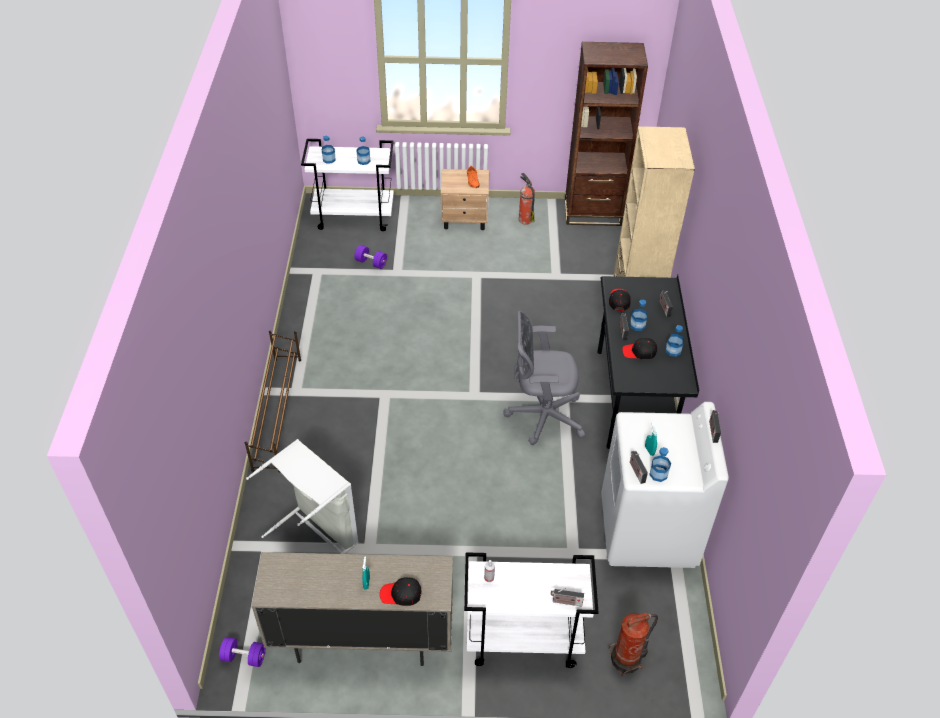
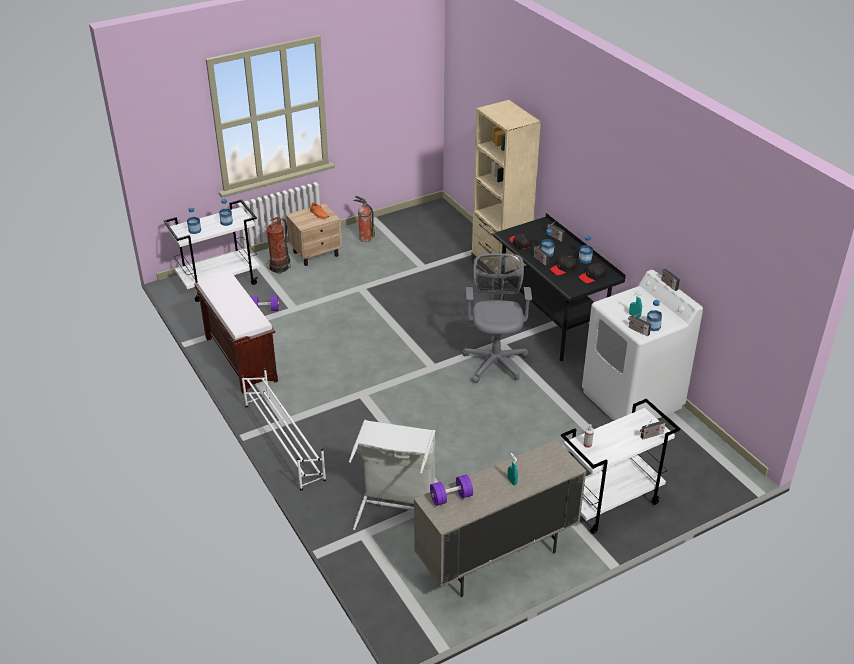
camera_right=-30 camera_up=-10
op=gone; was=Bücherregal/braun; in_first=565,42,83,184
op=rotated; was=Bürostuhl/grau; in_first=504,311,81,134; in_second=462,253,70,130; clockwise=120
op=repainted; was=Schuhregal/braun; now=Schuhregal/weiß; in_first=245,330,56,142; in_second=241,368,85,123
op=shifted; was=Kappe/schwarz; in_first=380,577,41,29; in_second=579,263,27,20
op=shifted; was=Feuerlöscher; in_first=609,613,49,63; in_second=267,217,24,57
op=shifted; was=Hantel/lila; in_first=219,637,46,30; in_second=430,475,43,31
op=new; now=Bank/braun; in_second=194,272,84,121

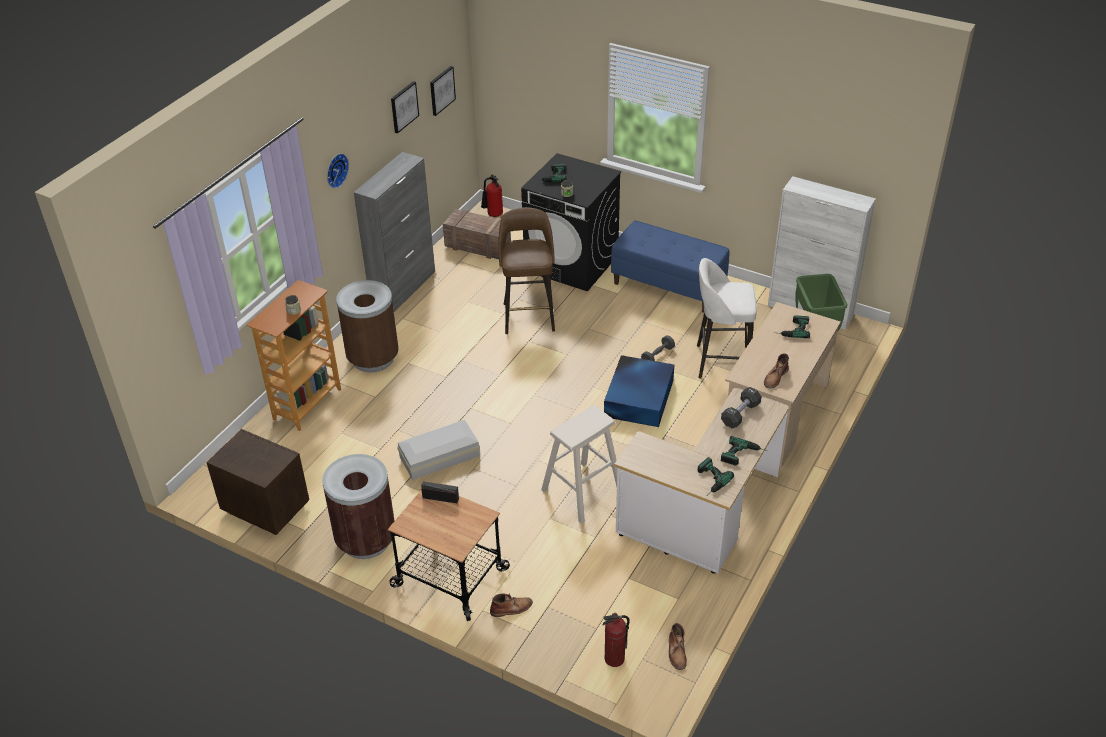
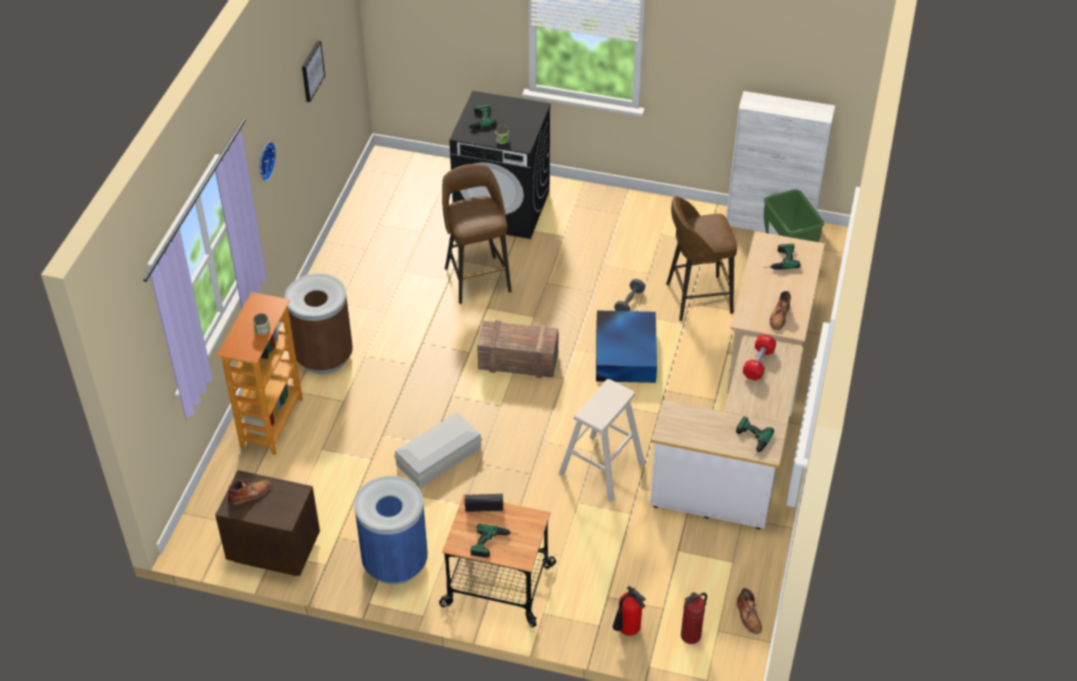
camera_right=-15 camera_up=5
op=gone; was=Bild; in_first=430,66,26,50
op=gone; was=Schrank/grau; in_first=354,152,81,160
op=shifted; was=Feuerlöscher; in_first=481,174,22,43; in_second=613,586,33,50
op=shifted; was=Kiste; in_first=443,209,68,50; in_second=477,320,82,58
op=gone; was=Bank/blau; in_first=611,221,119,92
op=repainted; was=Hocker/weiß; now=Hocker/braun; in_first=697,258,60,121; in_second=666,196,71,125
op=repainted; was=Hantel/schwarz; now=Hantel/rot; in_first=721,387,41,41; in_second=743,334,33,47
op=shifted; was=Bohrmaschine; in_first=721,436,46,29; in_second=470,524,49,34
op=repainted; was=Mülleimer/braun; now=Mülleimer/blau; in_first=322,454,73,105; in_second=354,476,74,109
op=shifted; was=Stiefel/braun; in_first=490,593,43,24; in_second=228,479,43,27

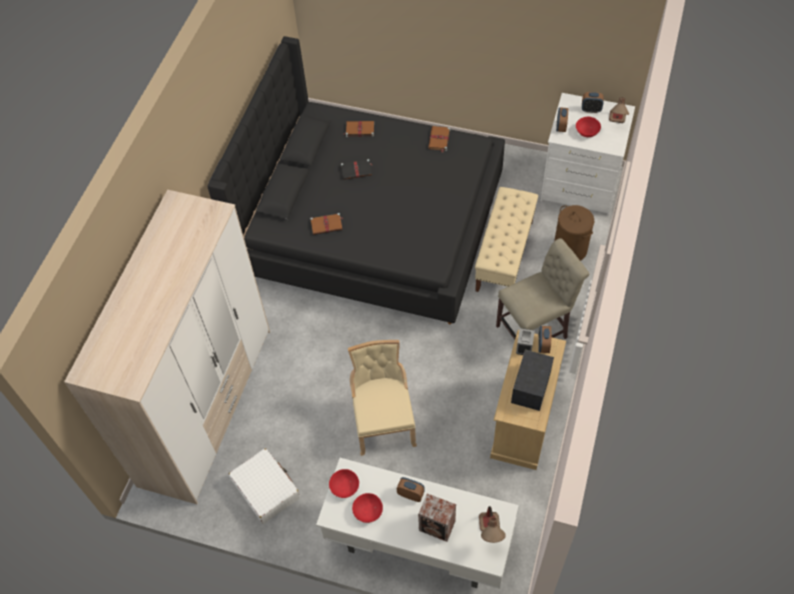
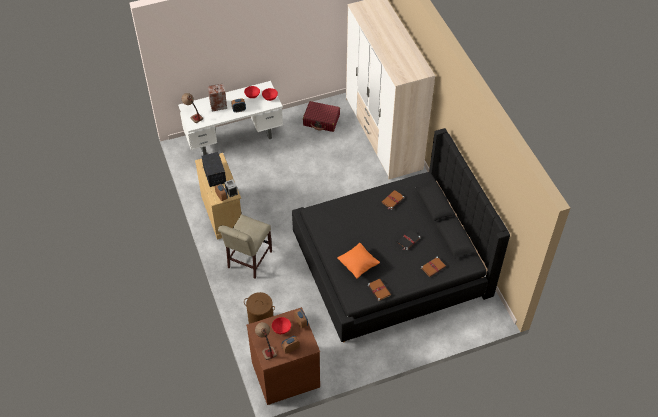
camera_right=140 camera_up=-5
op=repainted; was=Kommode/weiß; now=Kommode/braun; in_first=541,93,94,122; in_second=246,307,74,98
op=gone; was=Bank/beige; in_first=475,187,63,105
op=gone; was=Stuhl/beige; in_first=348,340,69,116
op=repainted; was=Koffer/weiß; now=Koffer/rot; in_first=229,448,71,76; in_second=303,101,37,31
op=new; now=Kissen/orange; in_second=337,243,43,36

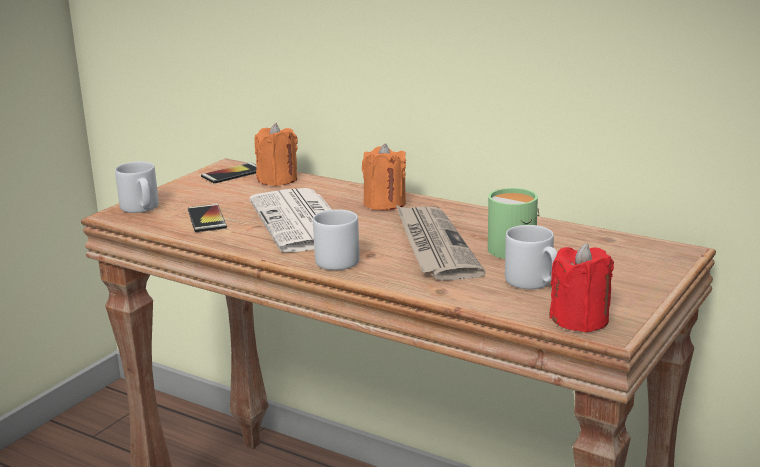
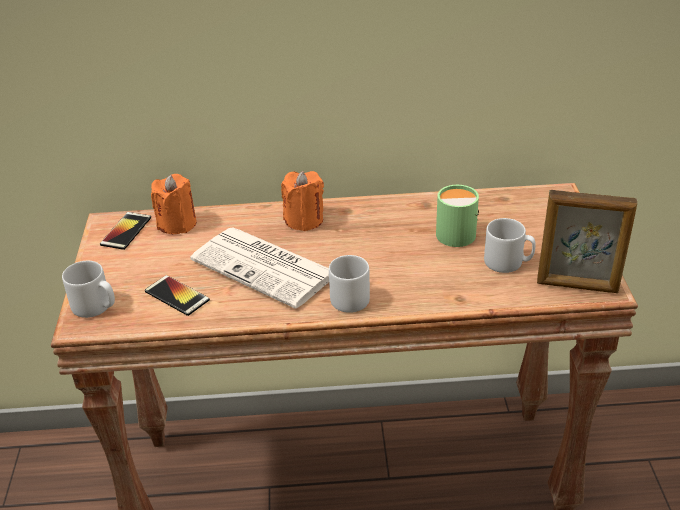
camera_right=-35 camera_up=15
op=gone; was=Zeitung; in_first=396,205,90,75
op=swapped; was=Kerze/rot; now=Bilderrahmen; in_first=549,243,65,90; in_second=537,190,100,103

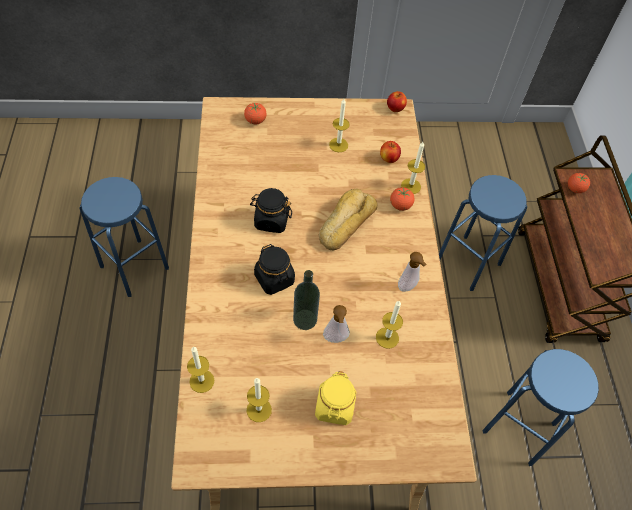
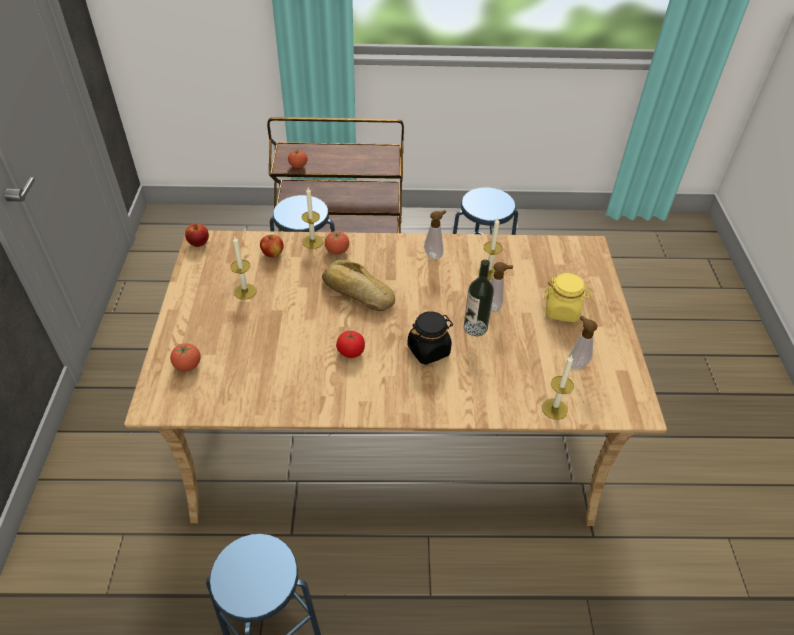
camera_right=-85 camera_up=-10
op=swapped; was=Vorratsglas/schwarz; now=Tomate; in_first=250,188,42,45; in_second=336,331,29,27
op=swapped; was=Kerze; now=Seifenspender; in_first=246,378,26,44; in_second=568,315,30,55

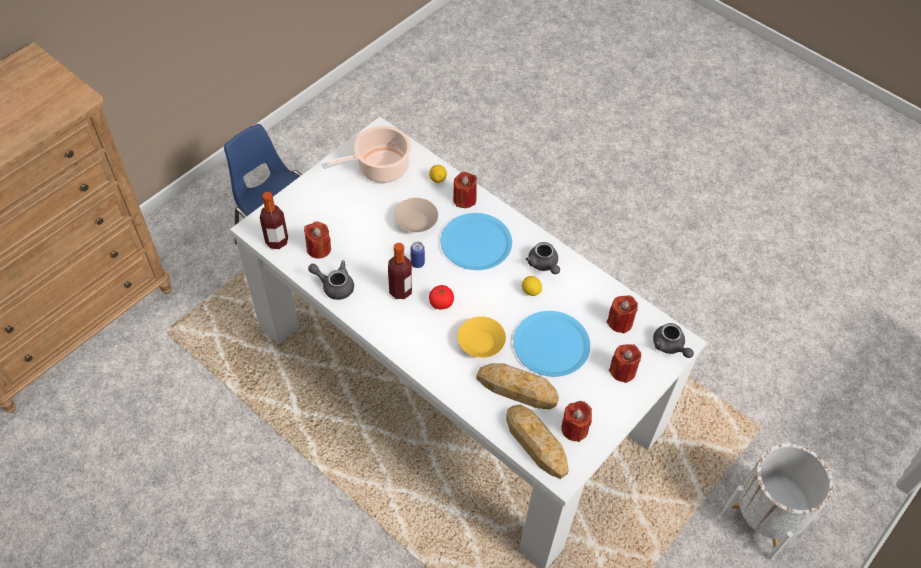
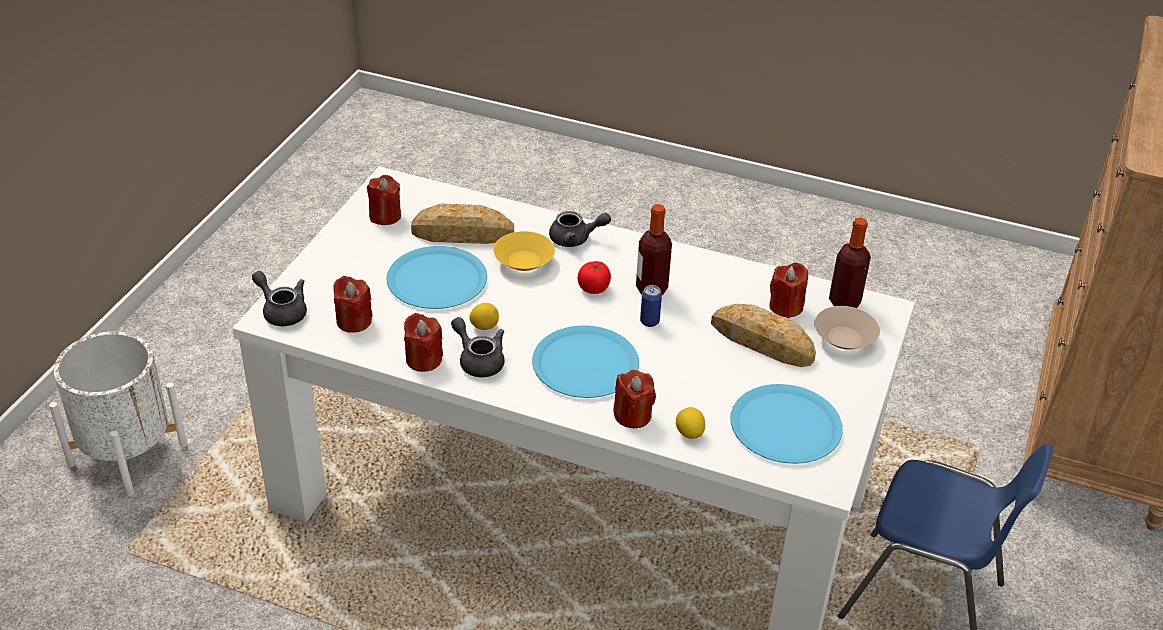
camera_right=160 camera_up=-15
op=swapped; was=Kochtopf; now=Teller/blau; in_first=322,126,89,57; in_second=730,384,113,80
op=shifted; was=Schüssel/beige; in_first=394,198,44,35; in_second=814,306,66,44
op=shifted; was=Teekanne/grau; in_first=308,261,46,39; in_second=549,211,62,36
op=shifted; was=Kerze/rot; in_first=609,344,33,39; in_second=404,313,39,59
op=shifted; was=Brot; in_first=506,405,63,74; in_second=711,304,105,63

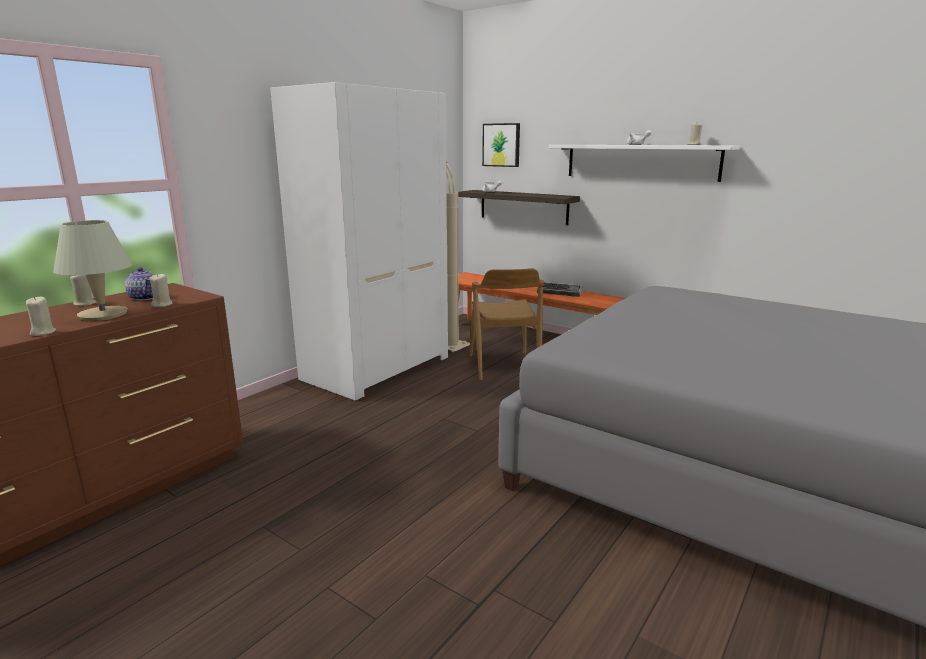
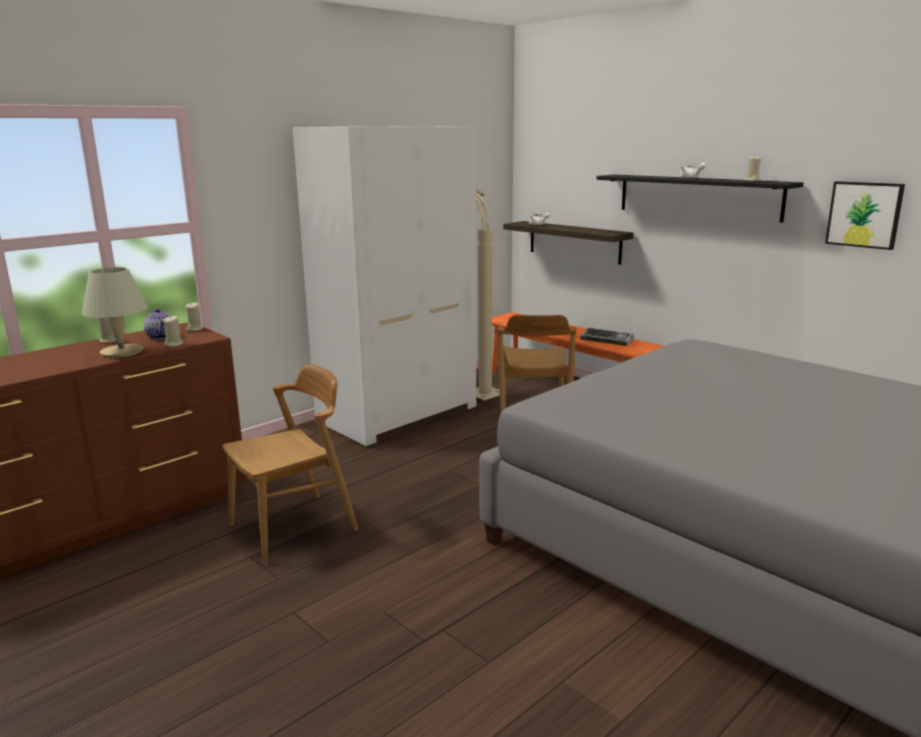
camera_right=10 camera_up=0
op=shifted; was=Bild; in_first=482,123,38,44; in_second=825,181,80,69
op=repainted; was=Wandregal/weiß; now=Wandregal/schwarz; in_first=548,145,192,37; in_second=597,175,207,48
op=shifted; was=Kerze/beige; in_first=26,296,30,40; in_second=186,302,17,29
op=new; now=Stuhl/braun; in_second=222,364,136,201

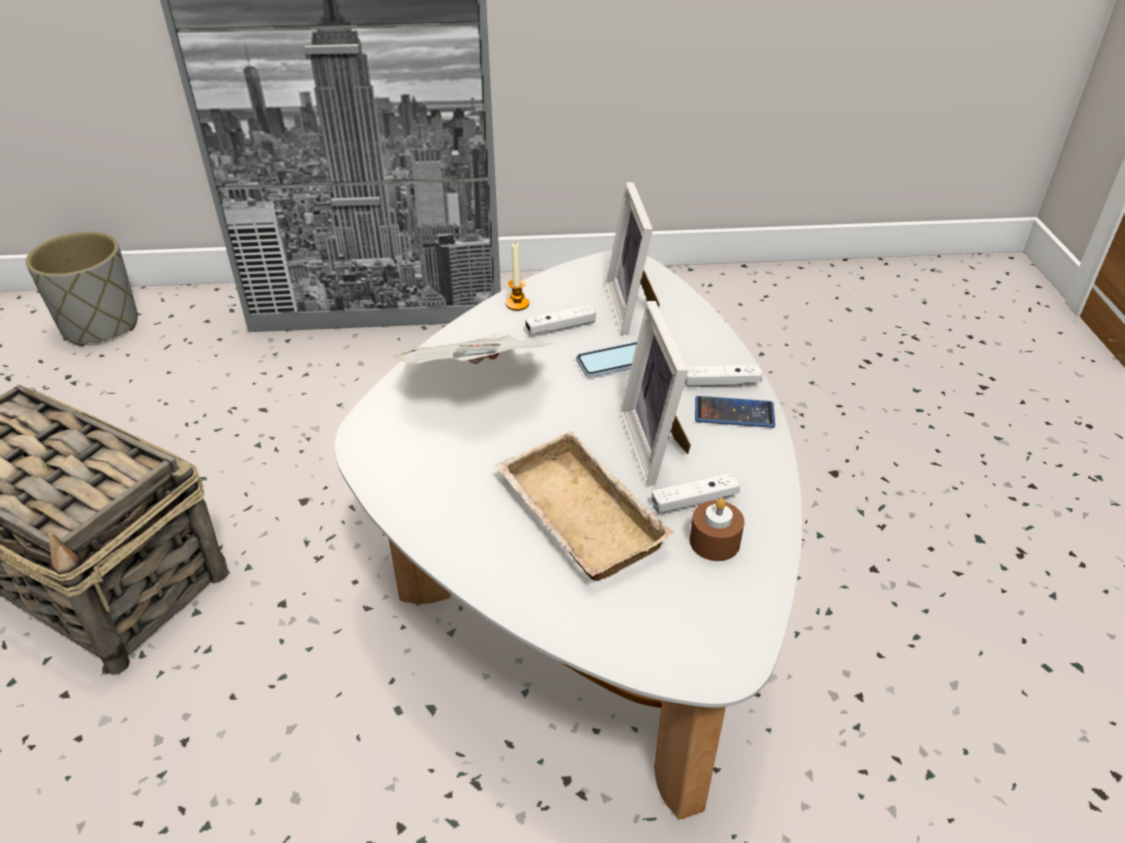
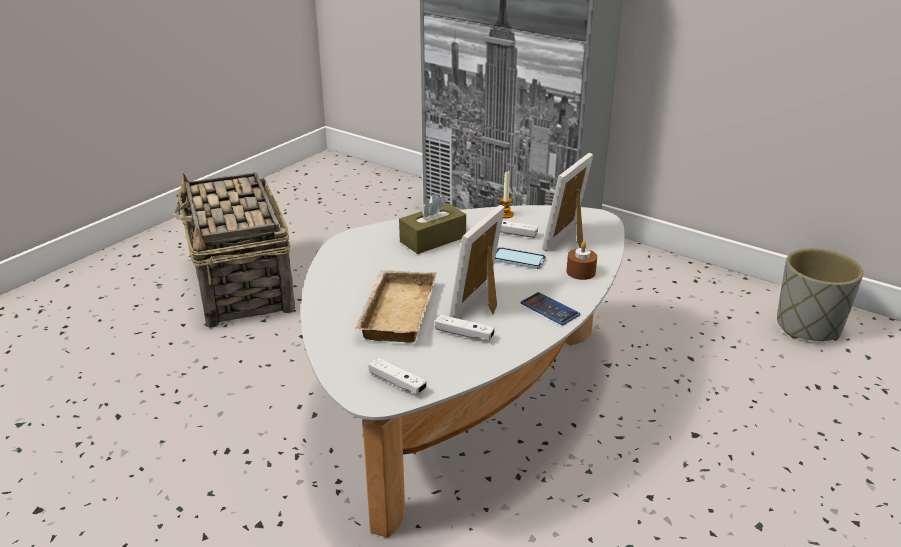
camera_right=40 camera_up=-10
op=shifted; was=Pflanzkübel/grau; in_first=26,232,112,114; in_second=777,248,86,93
op=swapped; was=Zeitung; now=Taschentuchbox/braun; in_first=393,333,162,31; in_second=399,194,67,60
op=shifted; was=Gamepad/weiß; in_first=685,365,77,22; in_second=369,357,58,37
op=shifted; was=Kerze/braun; in_first=690,498,54,63; in_second=566,241,31,39

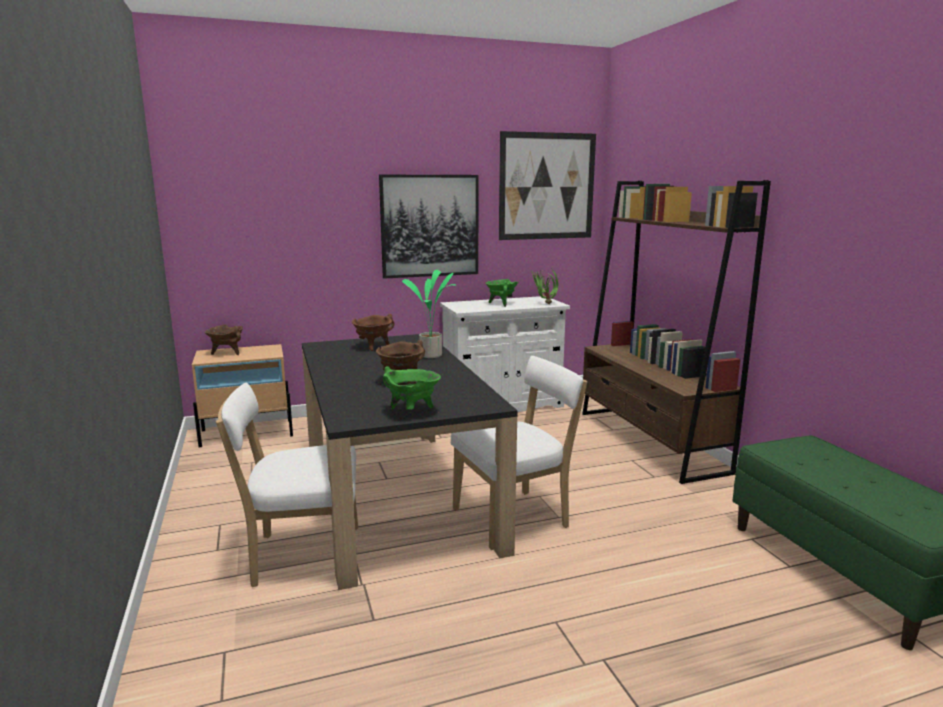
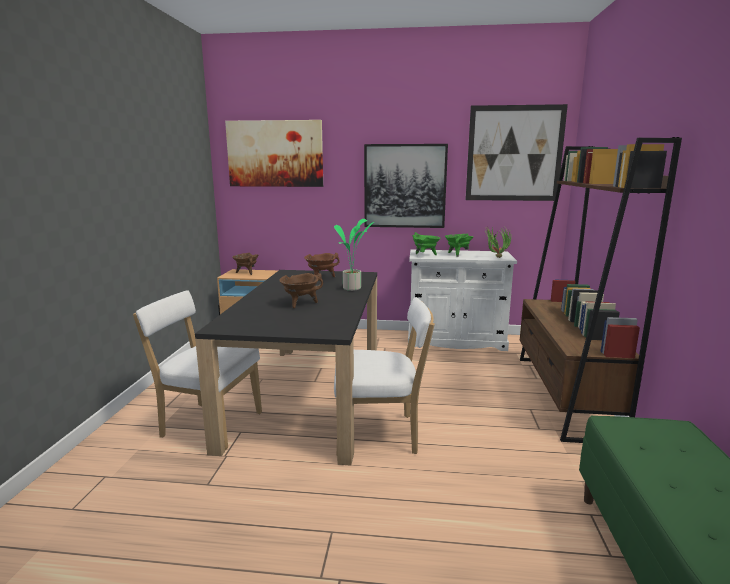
camera_right=25 camera_up=0
op=shifted; was=Kochtopf/grün; in_first=383,366,58,44; in_second=412,232,29,23
op=new; now=Bild; in_second=225,120,98,67

